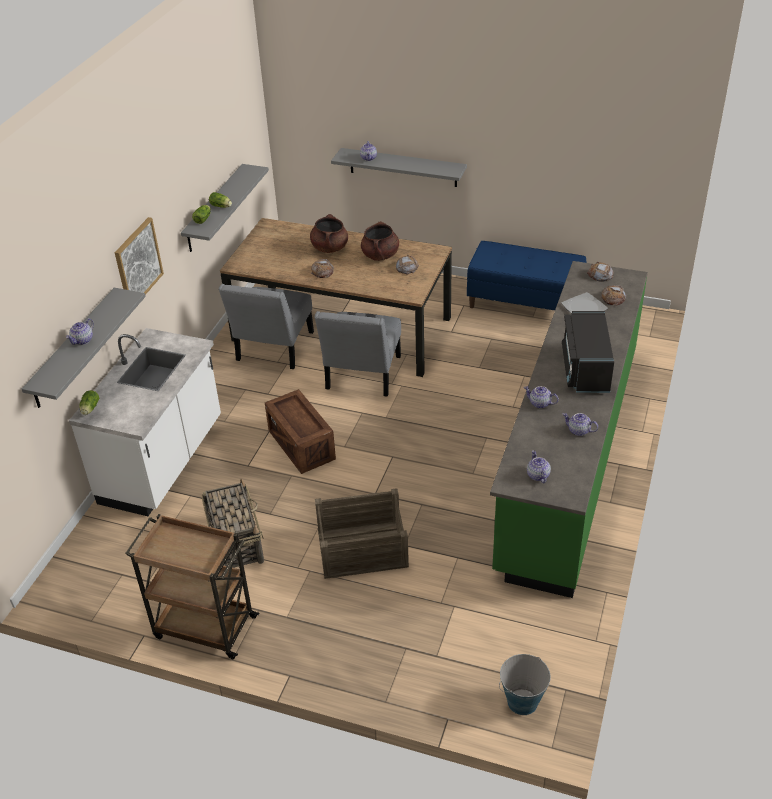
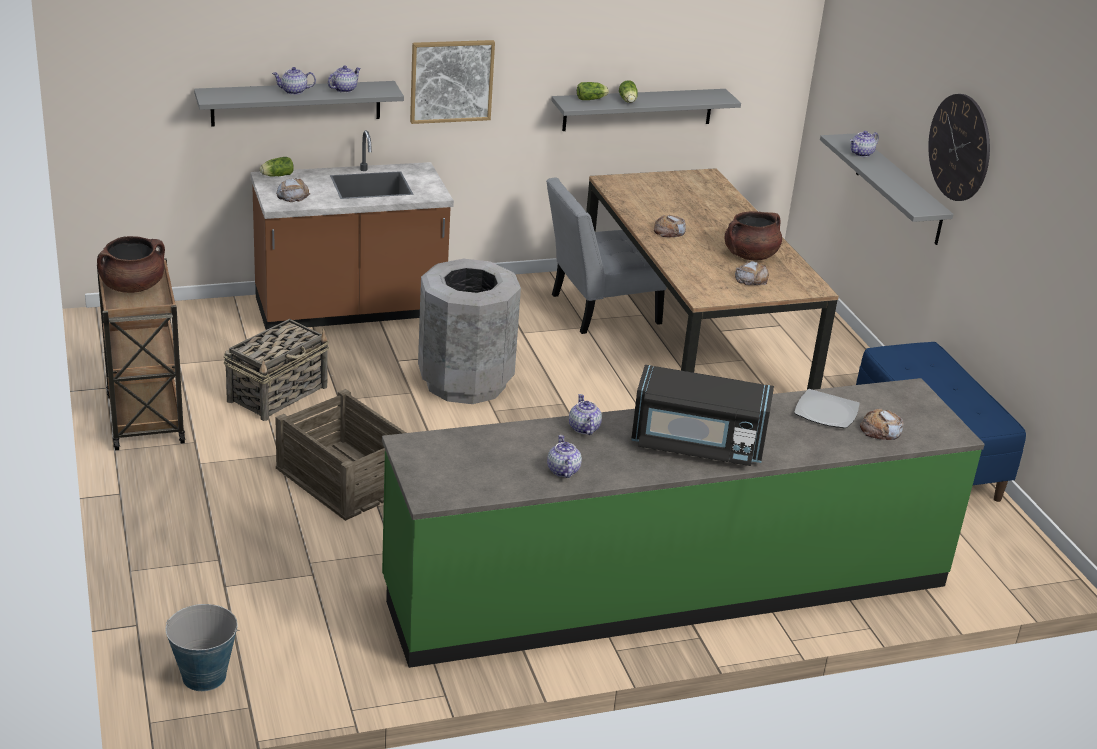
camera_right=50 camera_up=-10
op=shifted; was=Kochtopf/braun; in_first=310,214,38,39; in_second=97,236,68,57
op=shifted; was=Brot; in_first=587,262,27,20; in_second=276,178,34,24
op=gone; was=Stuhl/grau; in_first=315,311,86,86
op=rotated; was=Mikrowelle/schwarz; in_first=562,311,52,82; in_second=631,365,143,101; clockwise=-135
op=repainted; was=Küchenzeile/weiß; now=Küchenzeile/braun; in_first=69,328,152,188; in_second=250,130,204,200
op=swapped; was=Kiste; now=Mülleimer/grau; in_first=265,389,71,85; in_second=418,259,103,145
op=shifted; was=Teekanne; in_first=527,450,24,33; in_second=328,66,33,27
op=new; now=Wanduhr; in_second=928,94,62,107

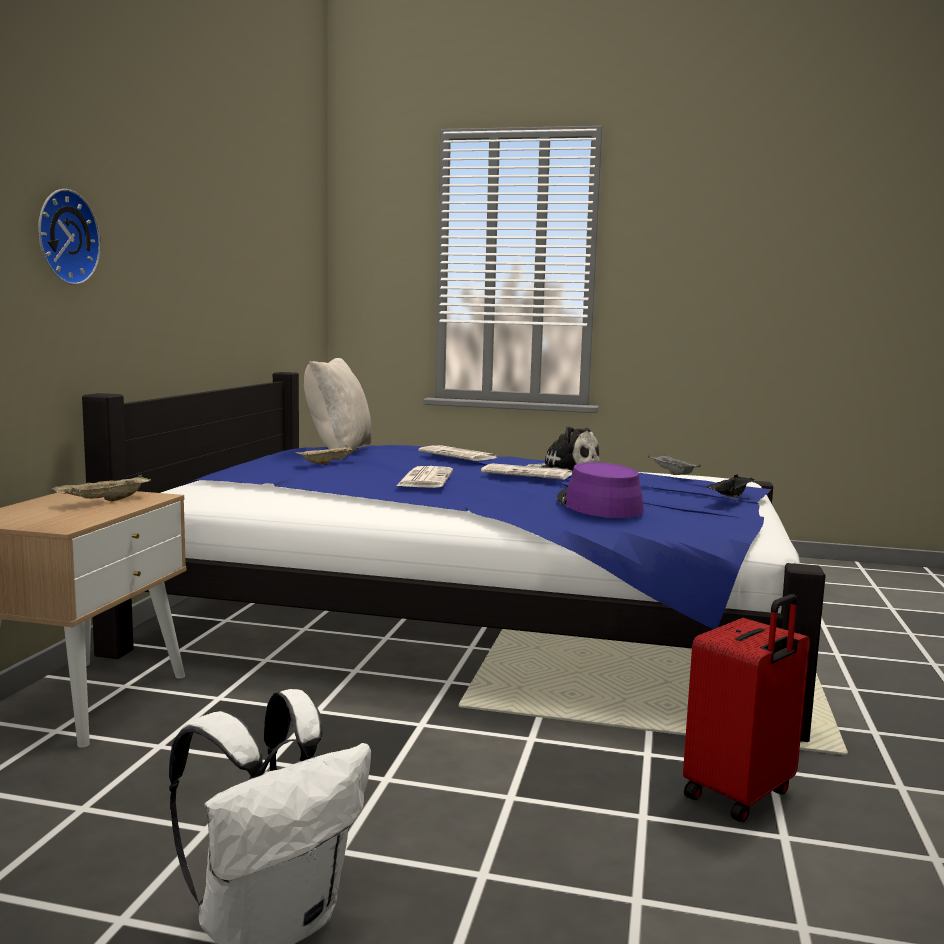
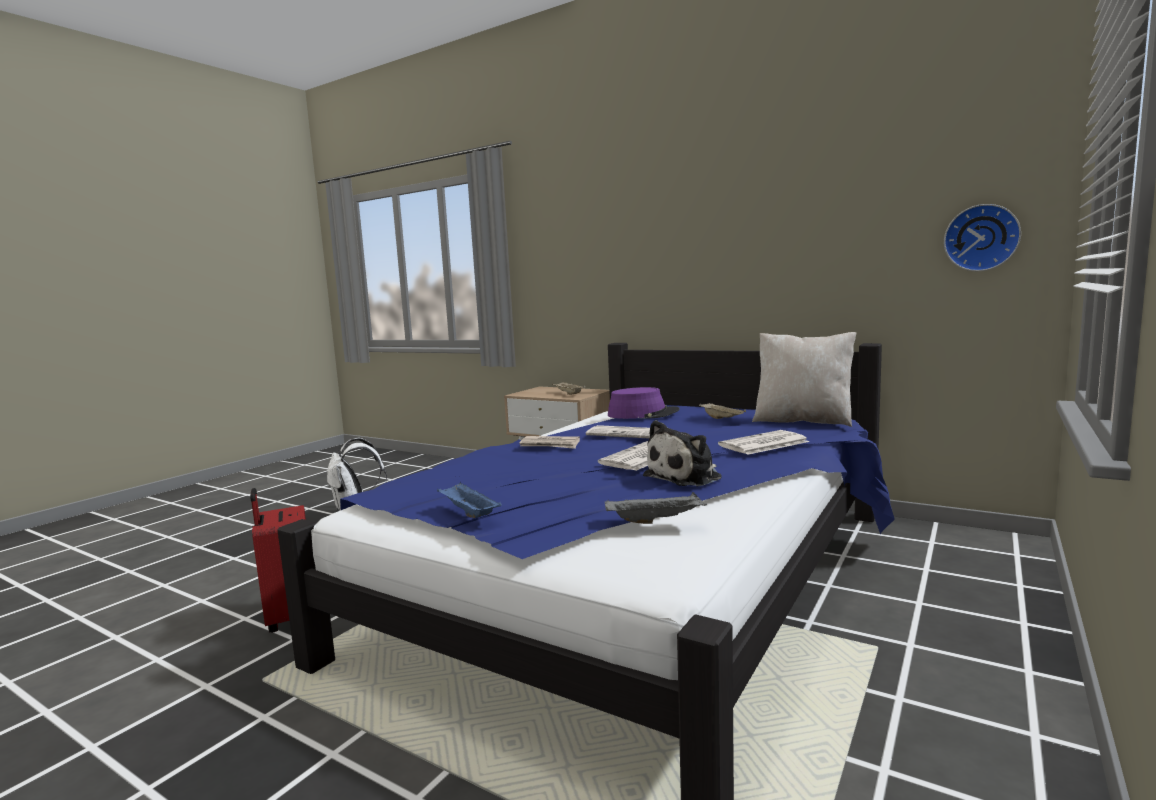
camera_right=110 camera_up=0
op=shifted; was=Wanduhr; in_first=38,189,63,96; in_second=944,204,77,67
op=shifted; was=Hut/lila; in_first=557,462,87,56; in_second=608,387,72,32
op=repainted; was=Tablett/schwarz; now=Tablett/blau; in_first=707,474,48,24; in_second=437,482,65,36
op=new; now=Zeitung; in_second=519,436,61,13

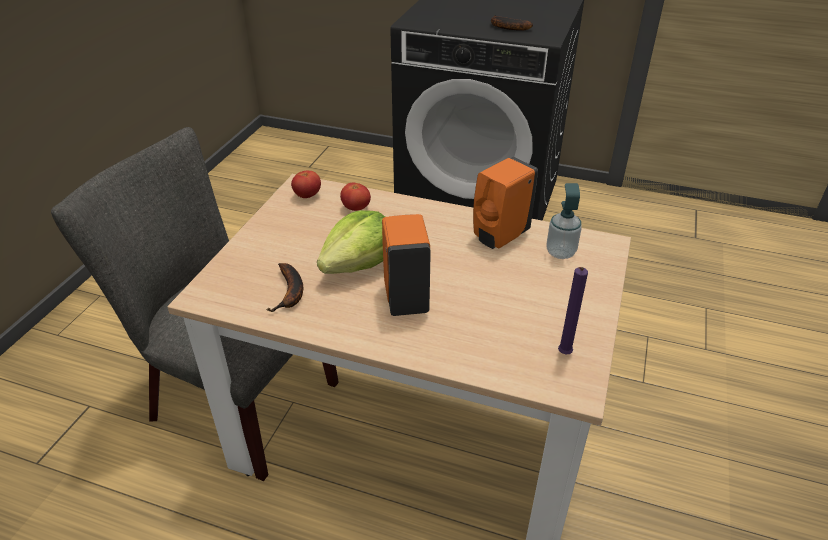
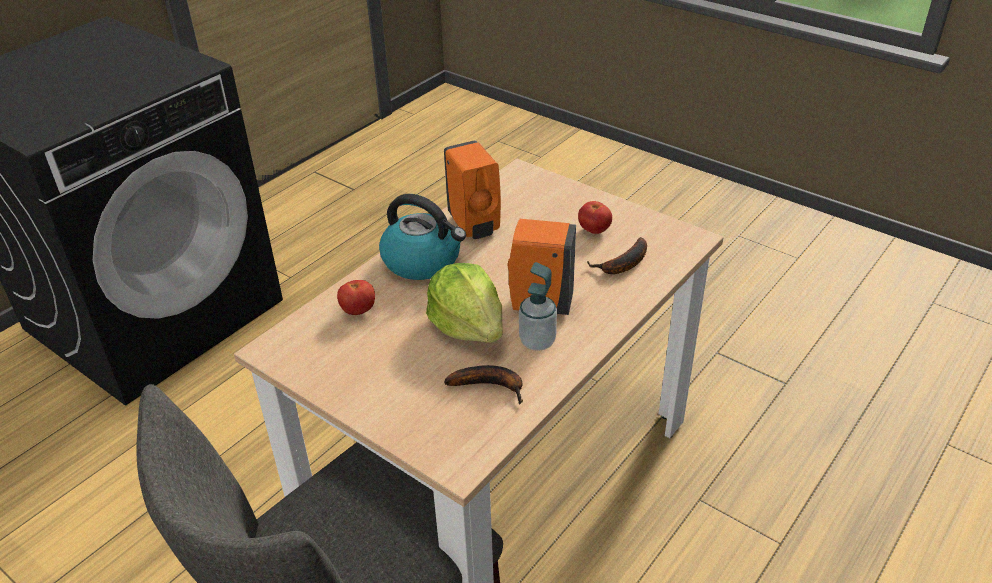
camera_right=-70 camera_up=0
op=shifted; was=Banane; in_first=491,15,42,16; in_second=587,237,60,37
op=shifted; was=Tomate; in_first=291,170,30,28; in_second=578,201,34,33
op=shifted; was=Seifenspender; in_first=546,183,36,76; in_second=519,262,38,89
op=gone; was=Kerze/lila; in_first=558,267,30,87
op=new; now=Wasserkessel; in_second=379,194,87,86

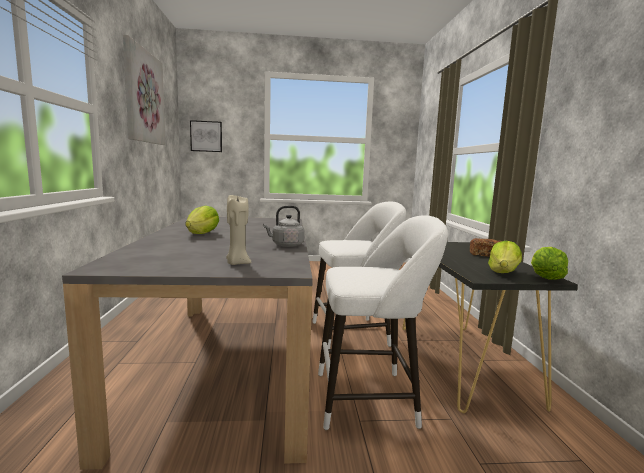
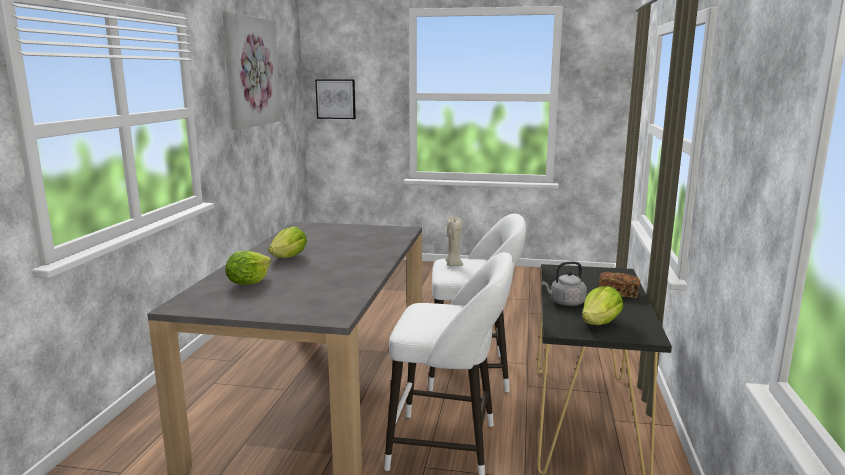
camera_right=15 camera_up=5
op=shifted; was=Kerze/beige; in_first=226,195,26,70; in_second=446,217,17,49
op=shifted; was=Wasserkessel/grau; in_first=263,206,42,41; in_second=542,261,45,45
op=shifted; was=Salatkopf; in_first=531,247,37,33; in_second=225,251,46,34

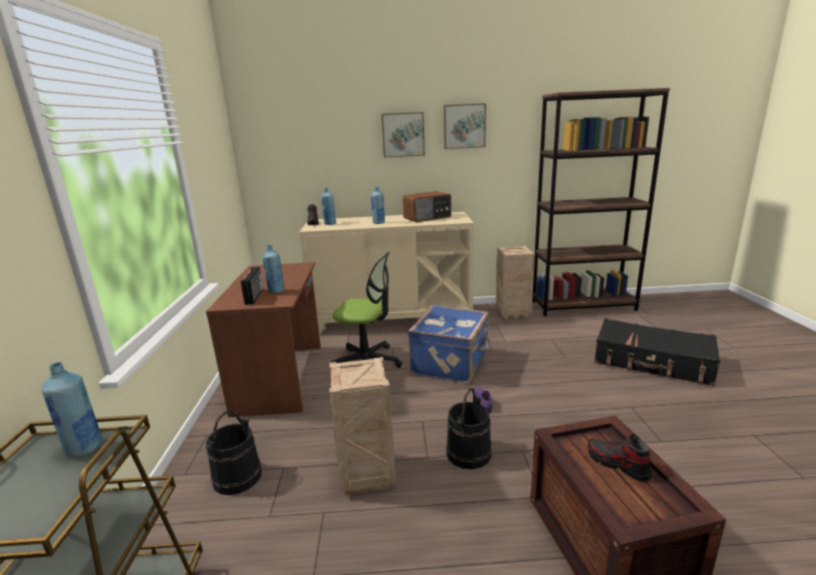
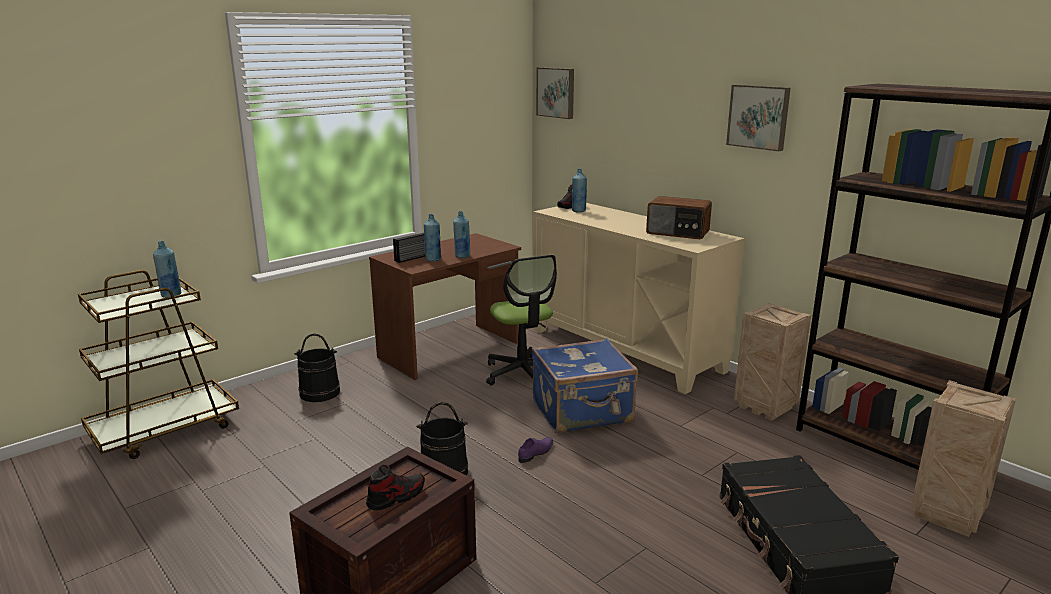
camera_right=50 camera_up=0
op=shifted; was=Bild; in_first=381,112,44,45; in_second=536,67,38,52
op=shifted; was=Flasche/blau; in_first=371,186,14,38; in_second=453,211,17,47
op=shifted; was=Kiste; in_first=329,357,67,138; in_second=911,380,105,157
op=rotated; was=Schuh; in_first=588,434,64,48; in_second=366,465,59,46; clockwise=45

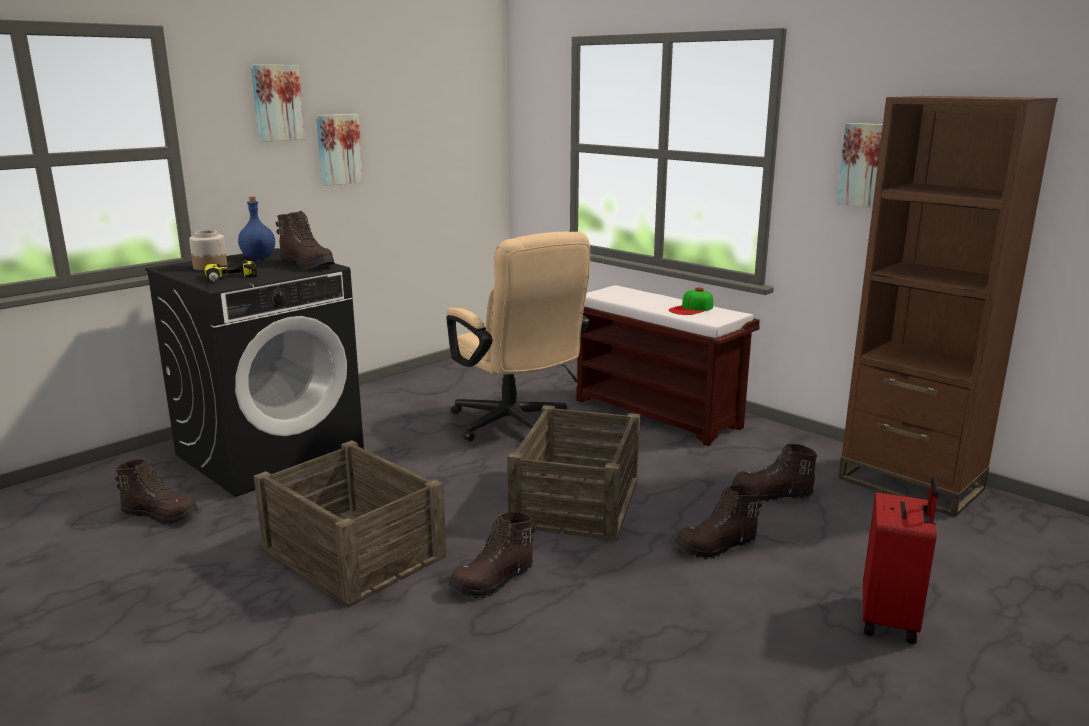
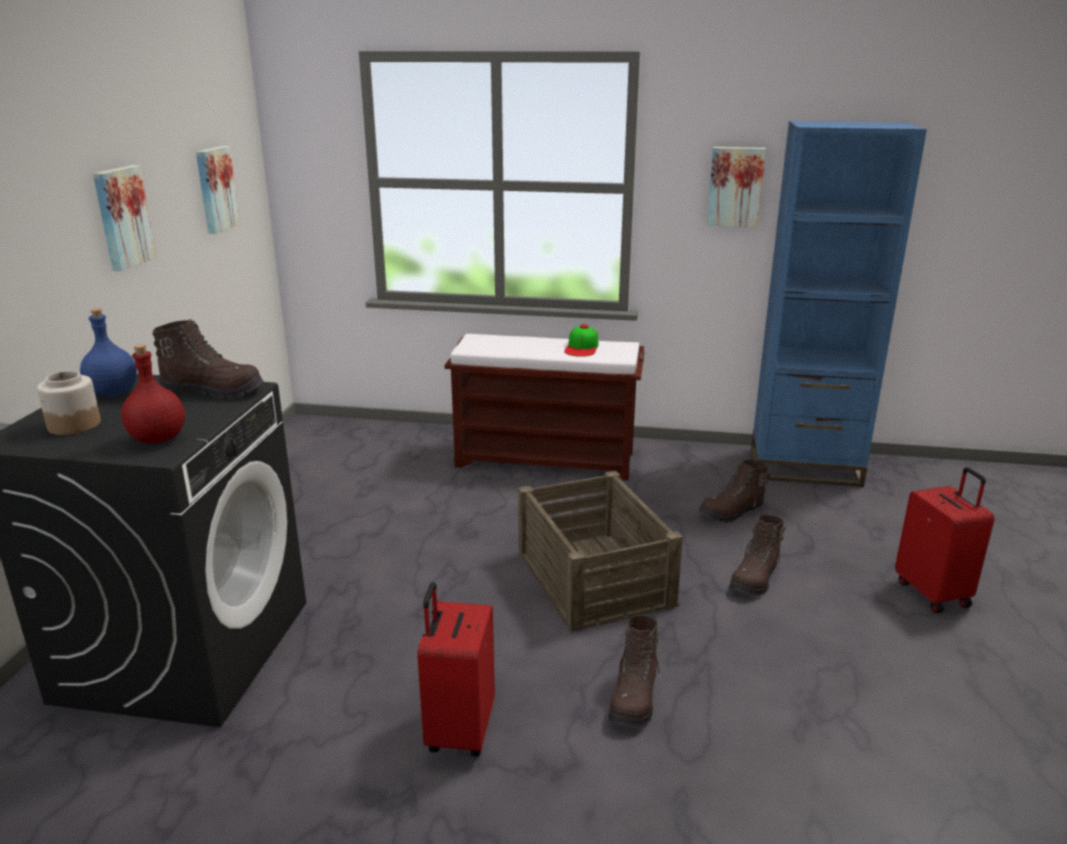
camera_right=-35 camera_up=5
op=shifted; was=Bild; in_first=251,65,54,77; in_second=196,146,44,88
op=repainted; was=Bücherregal/braun; now=Bücherregal/blau; in_first=838,96,220,421; in_second=751,121,176,366
op=gone; was=Bürostuhl/beige; in_first=446,232,144,210
op=swapped; was=Bohrmaschine; now=Flasche/rot; in_first=205,260,52,22; in_second=121,344,64,100
op=swapped; was=Kiste; now=Koffer/rot; in_first=254,440,192,168; in_second=417,582,78,175
op=gone; was=Stiefel/braun; in_first=115,459,84,67

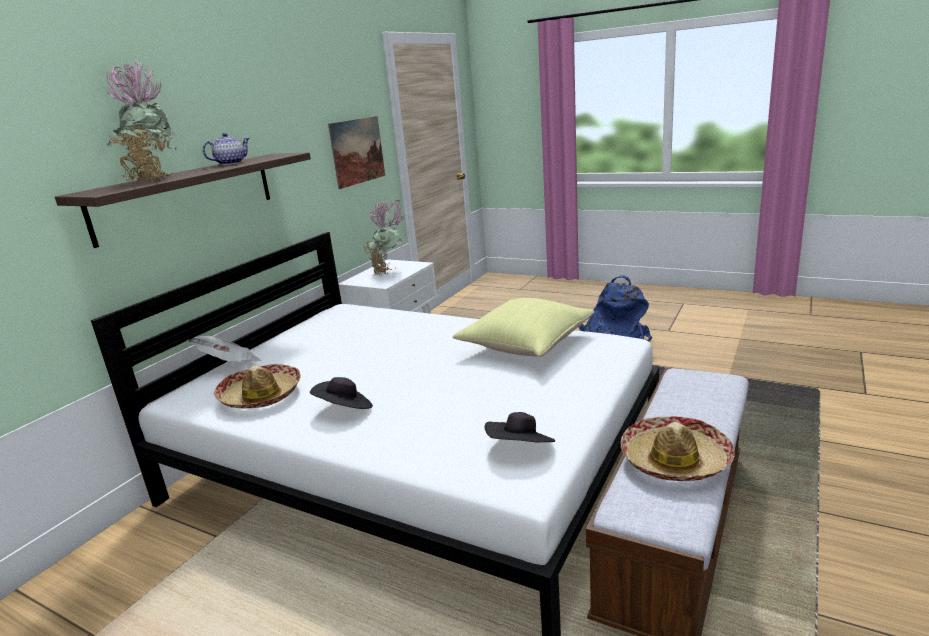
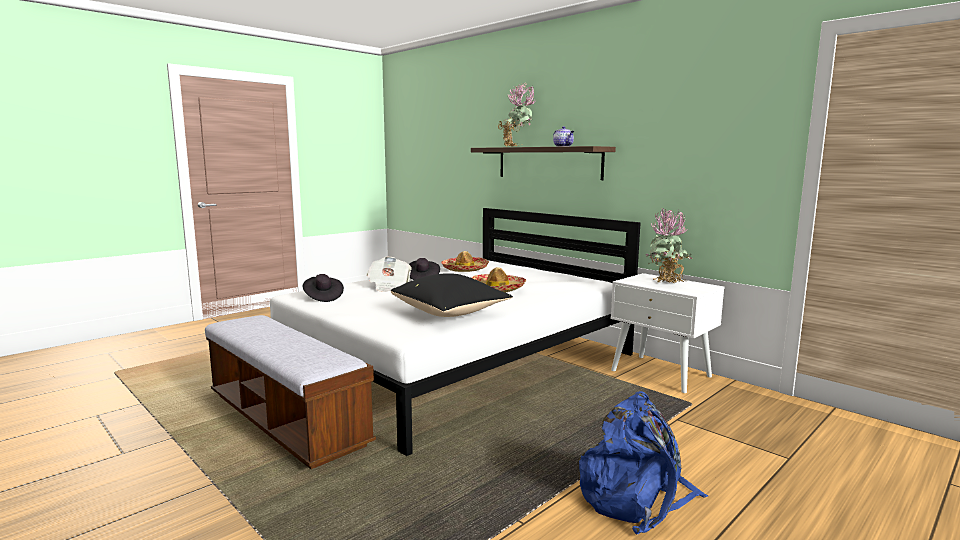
camera_right=105 camera_up=-10
op=gone; was=Bild; in_first=328,116,57,73
op=repainted; was=Kissen/gelb; now=Kissen/schwarz; in_first=452,298,142,59; in_second=391,273,122,44
op=shifted; was=Zeitung; in_first=186,336,76,26; in_second=367,257,45,35
op=shifted; was=Hut; in_first=621,417,114,64; in_second=472,267,54,25

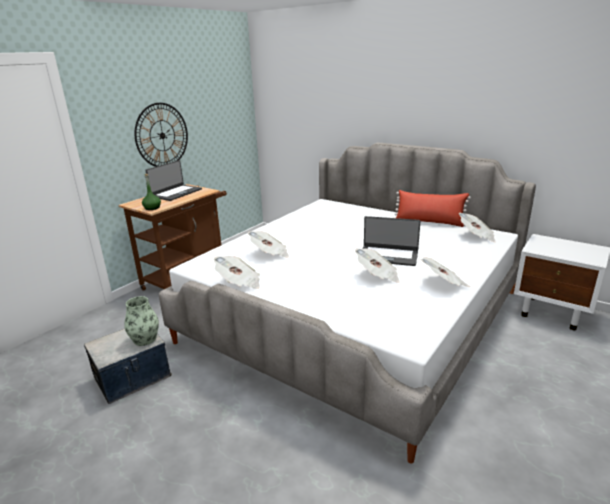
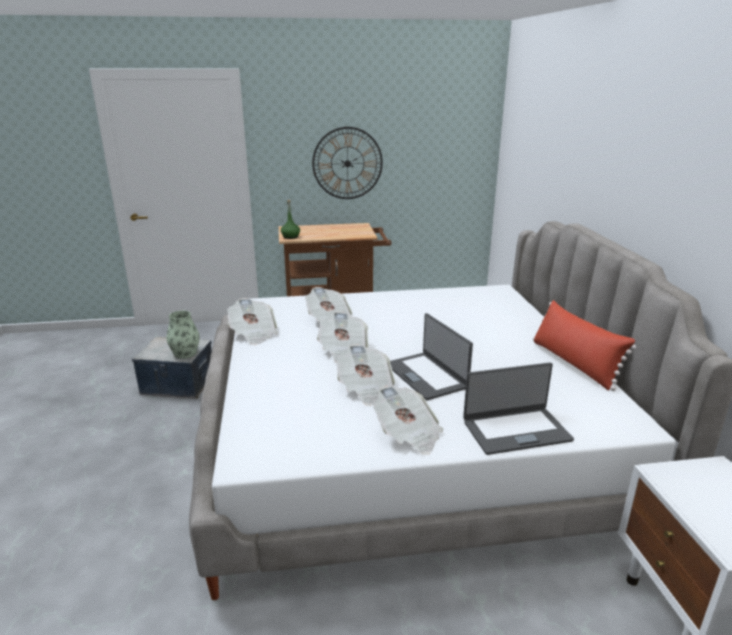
camera_right=45 camera_up=0
op=shifted; was=Laptop; in_first=145,160,57,41; in_second=463,362,111,93
op=shifted; was=Zeitung; in_first=459,213,37,29; in_second=317,311,51,52

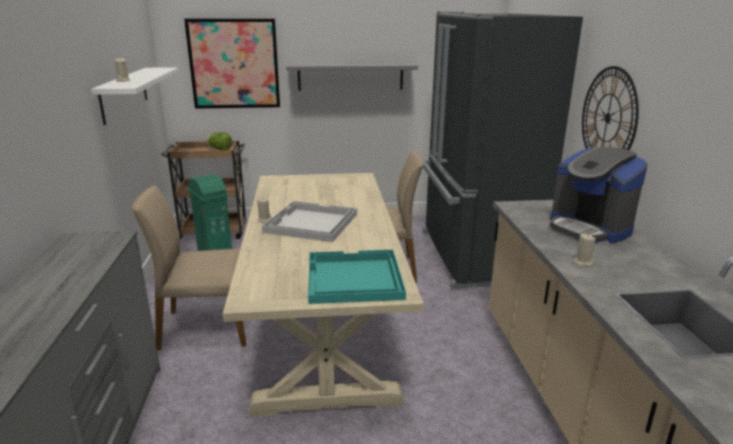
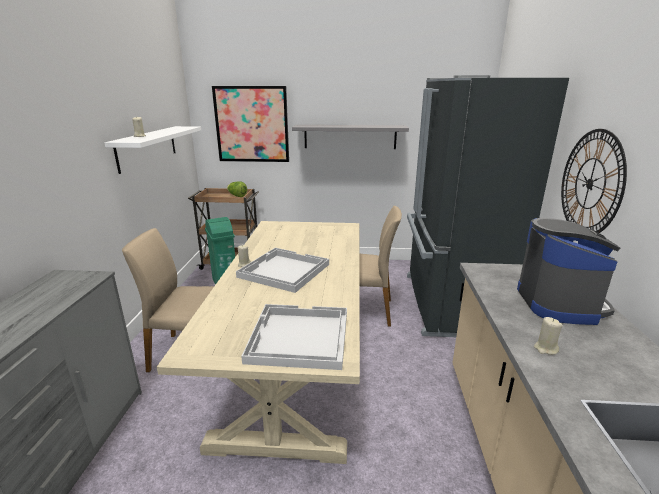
camera_right=10 camera_up=0
op=rotated; was=Kaffeemaschine; in_first=550,147,98,97; in_second=517,218,104,107; clockwise=-150
op=repainted; was=Tablett/türkis; now=Tablett/weiß; in_first=308,250,98,54; in_second=241,304,106,66

